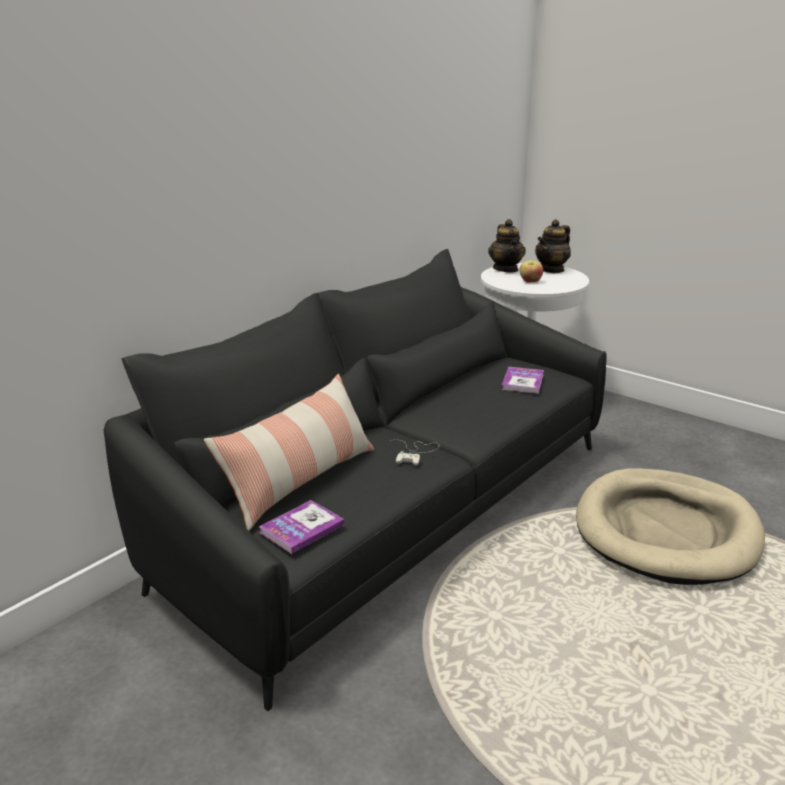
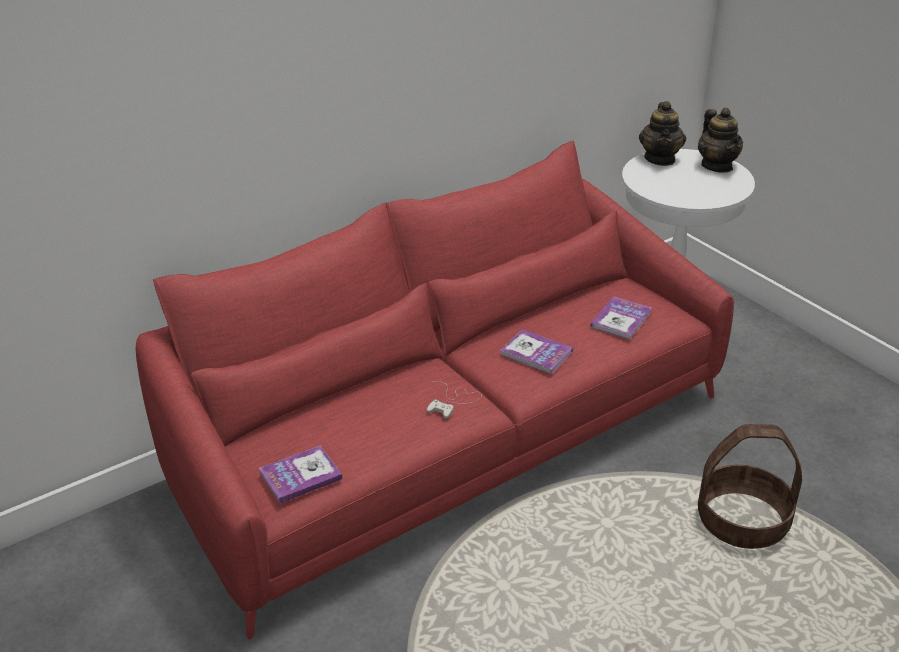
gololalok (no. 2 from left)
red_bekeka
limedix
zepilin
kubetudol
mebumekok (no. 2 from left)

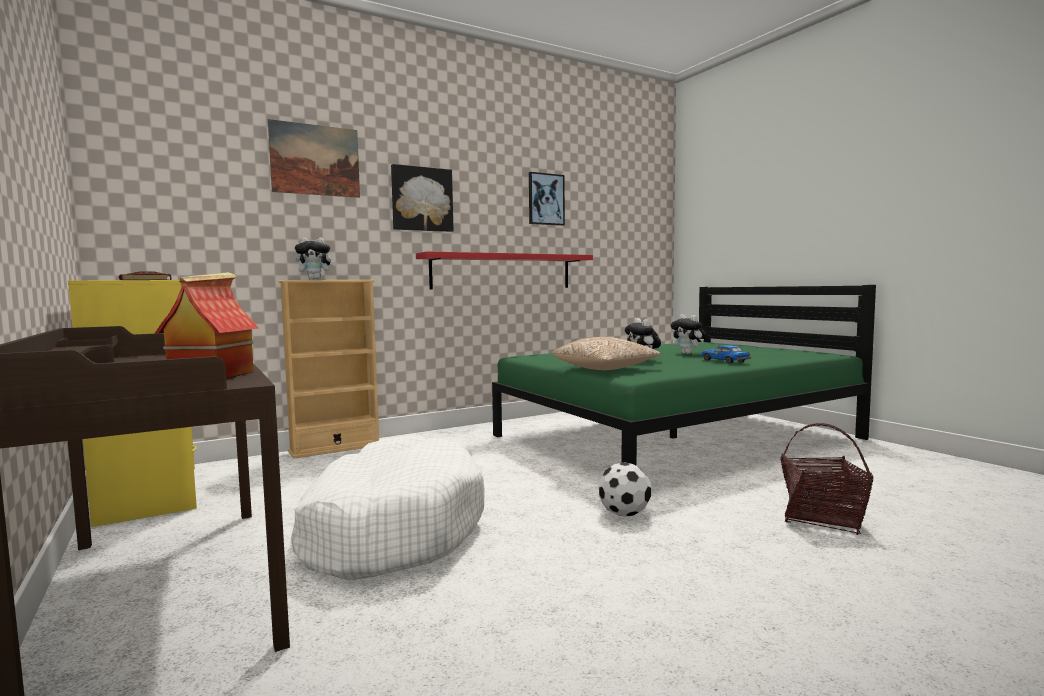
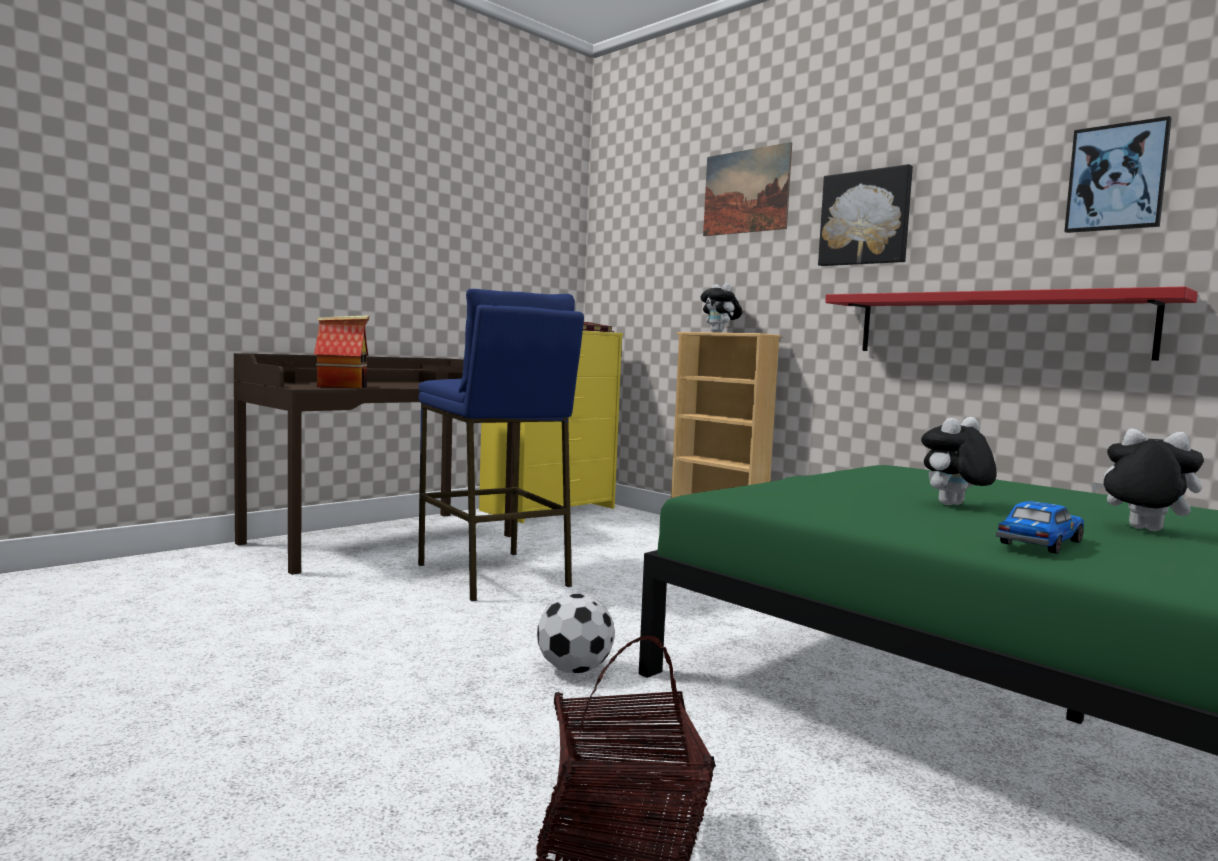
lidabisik (no. 3 from left)
zepilin
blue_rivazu

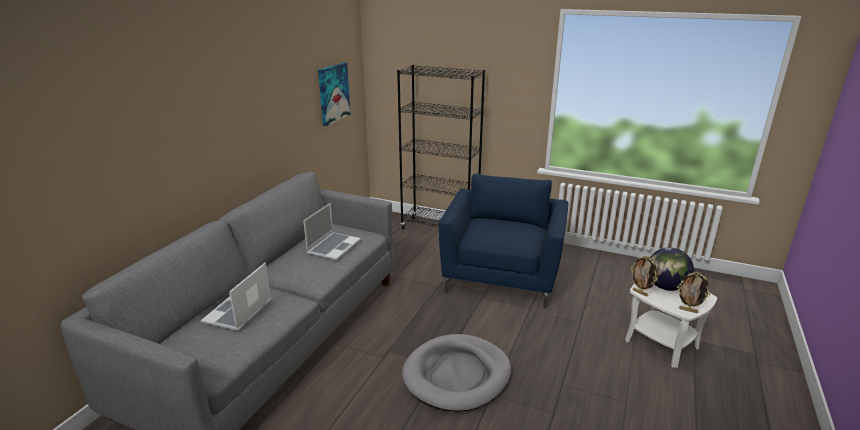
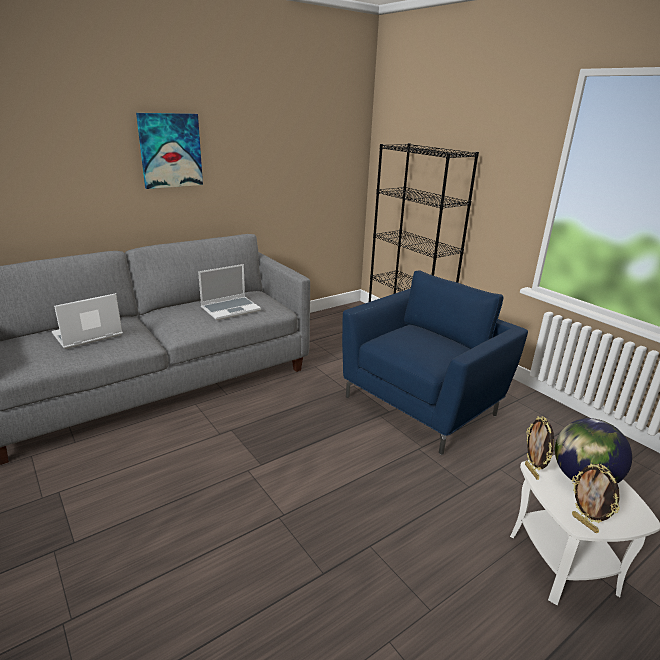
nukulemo
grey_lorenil

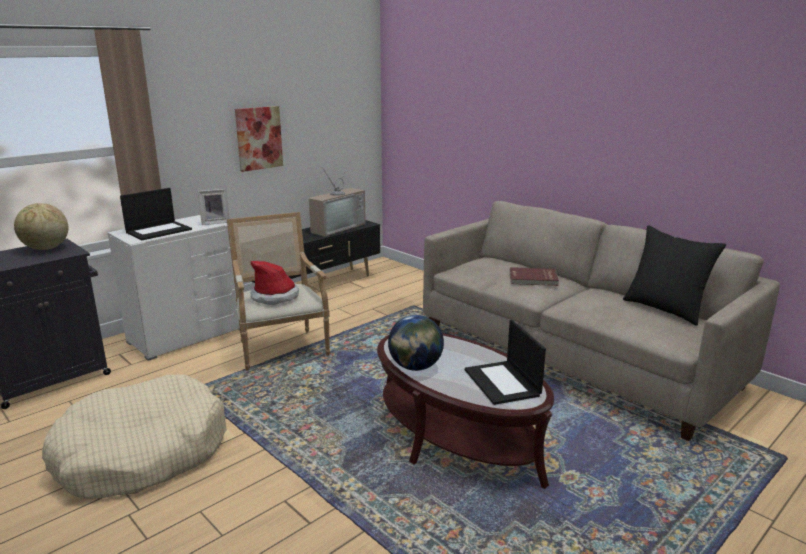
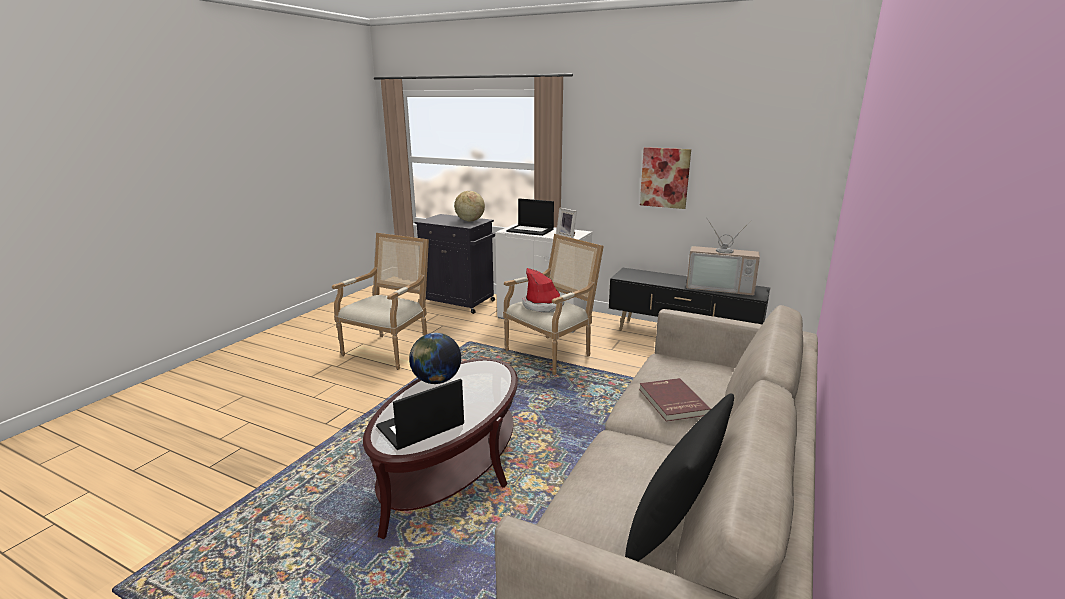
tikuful (no. 1 from left)

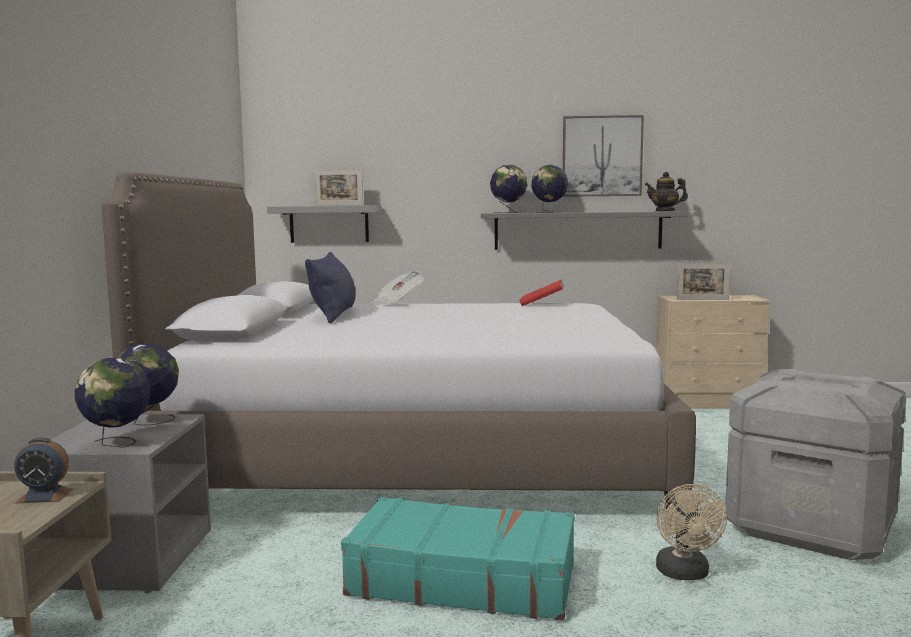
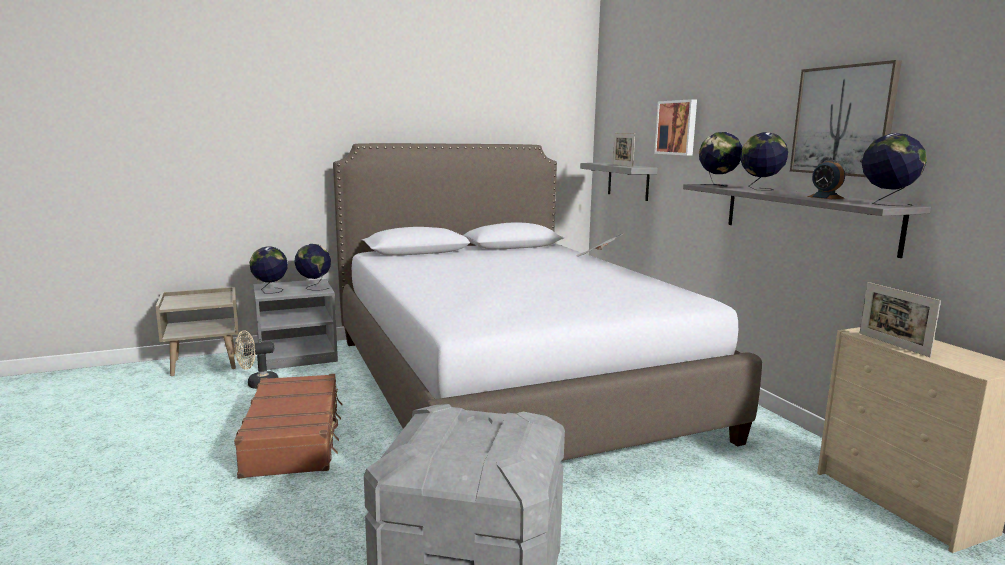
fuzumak (no. 5 from left)
blue_zepilin
red_mebumekok
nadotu
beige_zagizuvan
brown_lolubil
nukulemo (no. 1 from left)

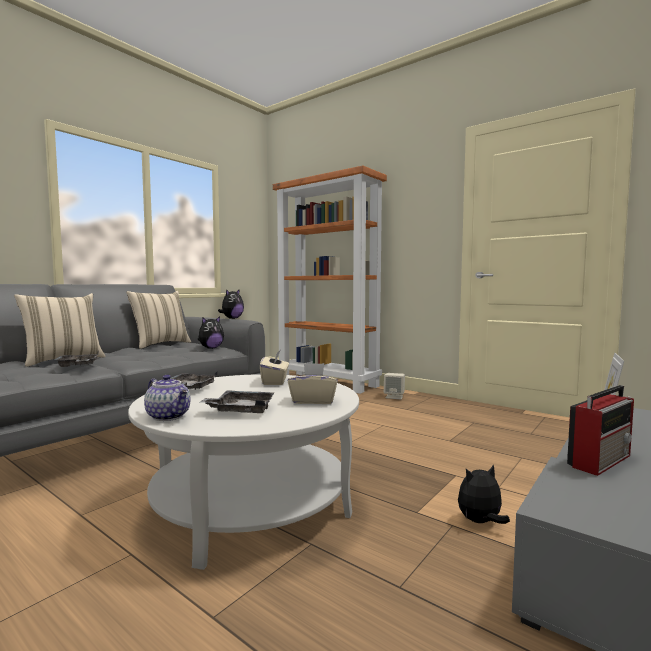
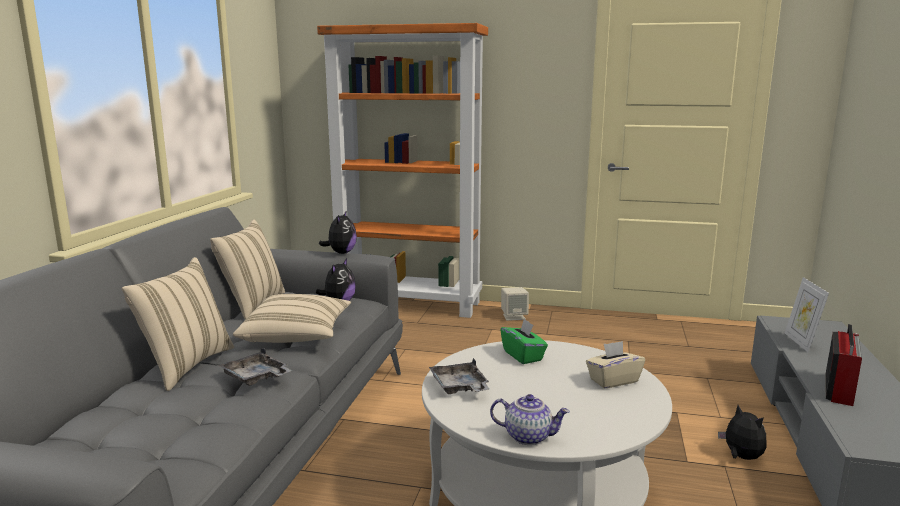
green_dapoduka
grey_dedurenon (no. 3 from left in the first image)
lidabisik (no. 3 from left)
beige_zepilin (no. 3 from left)

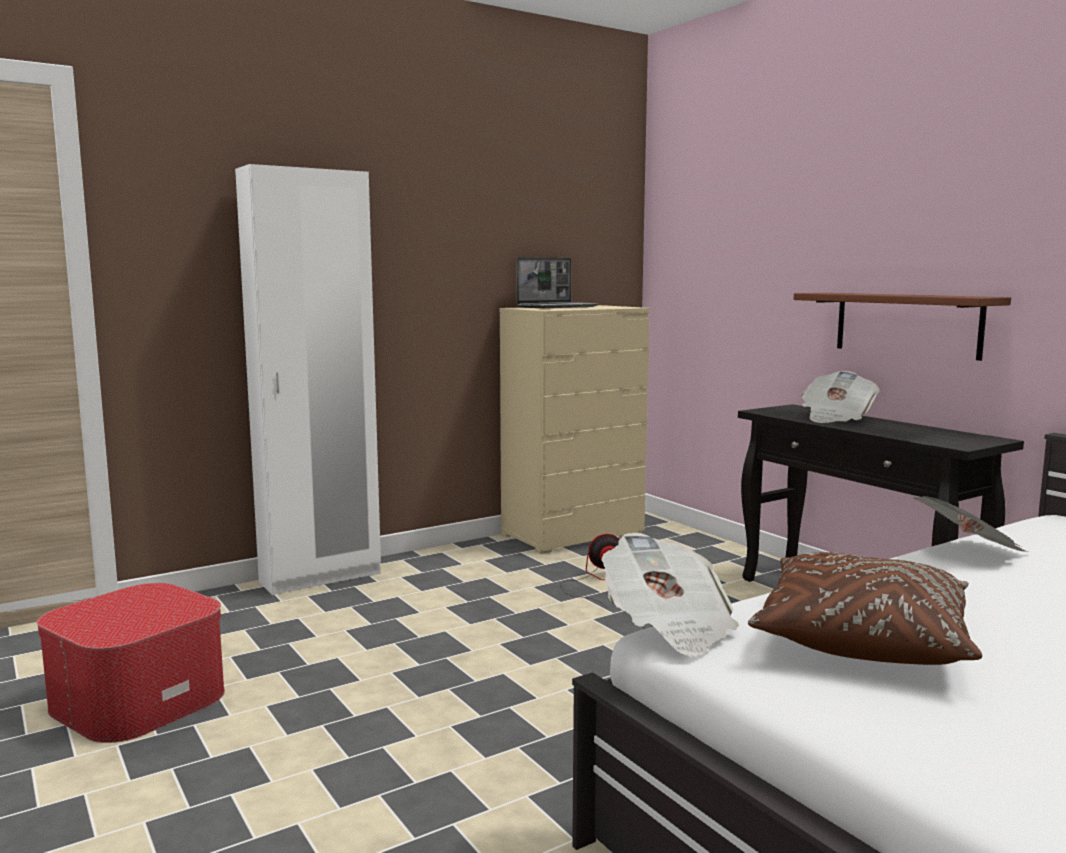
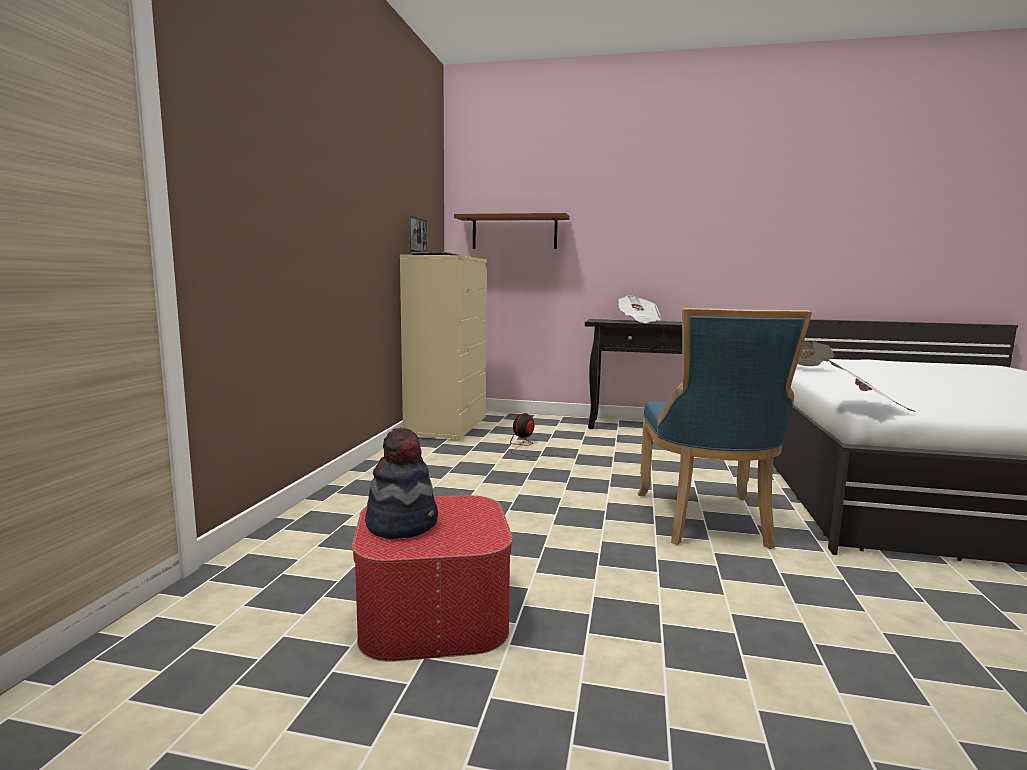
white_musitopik
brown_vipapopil
brown_zepilin
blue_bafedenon
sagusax

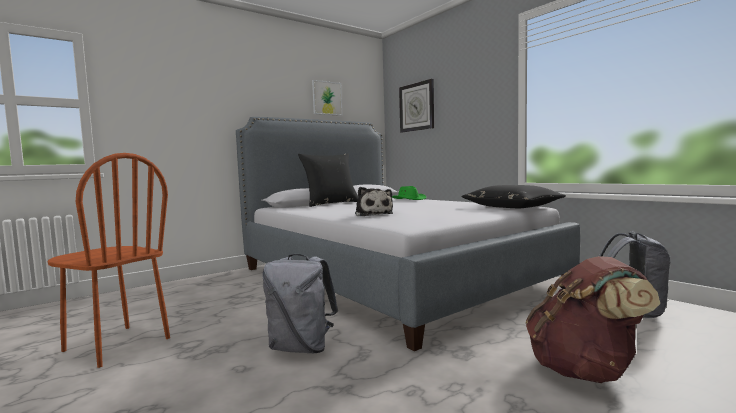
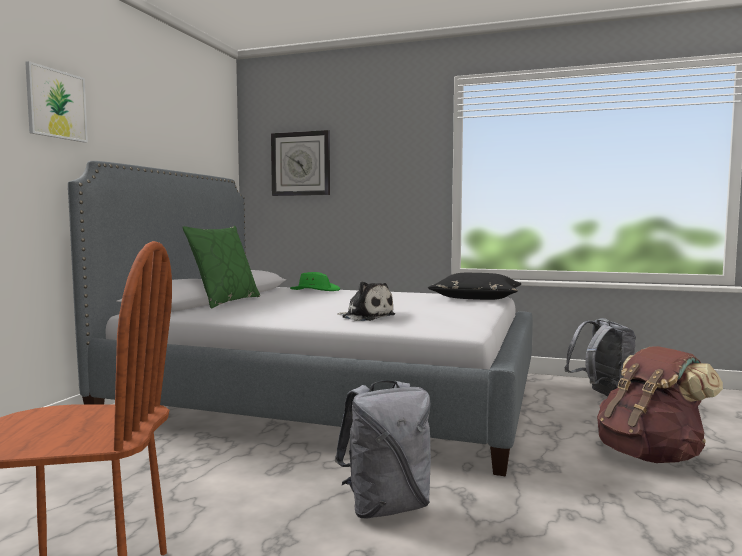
nukulemo
green_zepilin

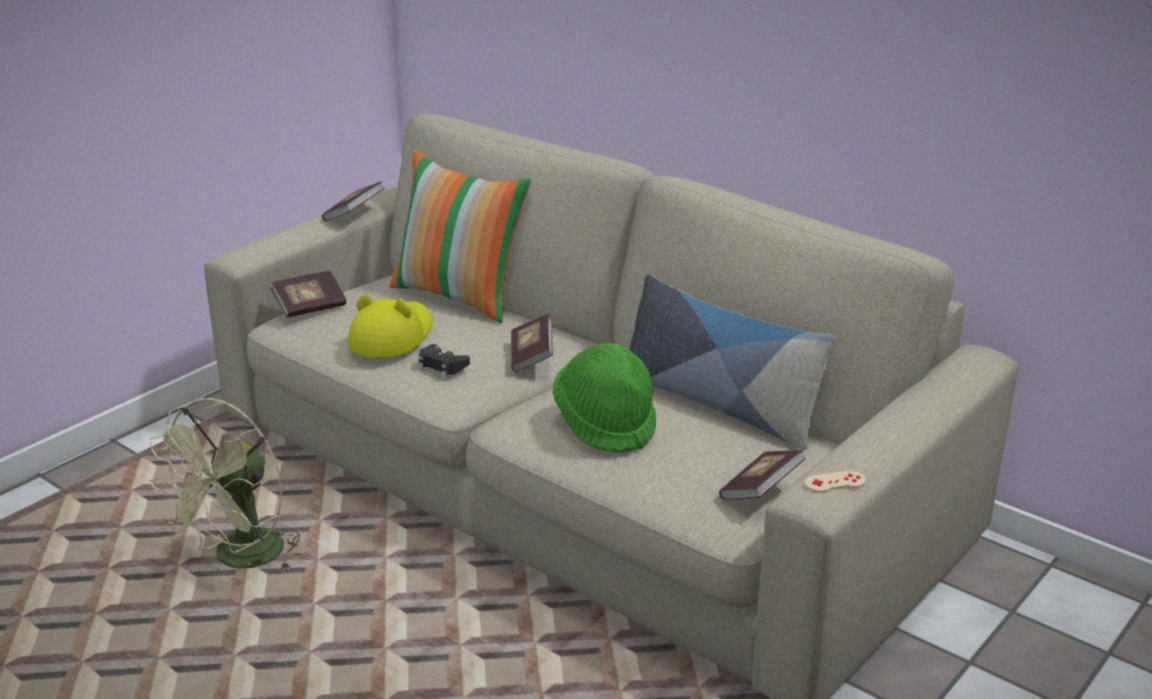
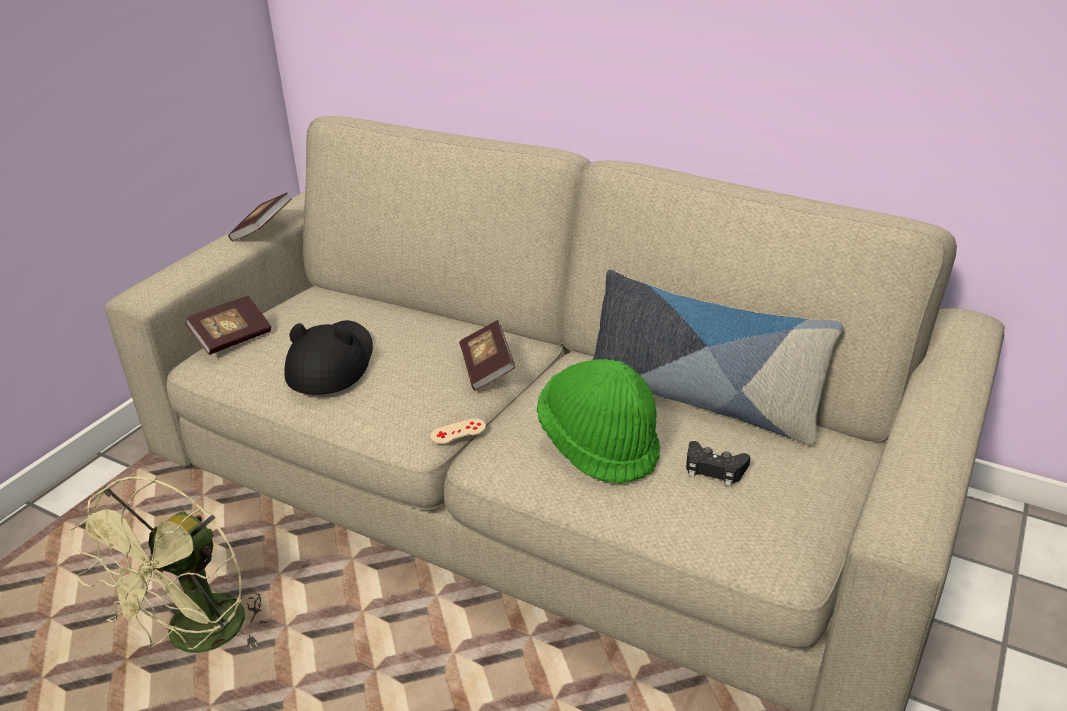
zepilin (no. 1 from left in the first image)
black_sagusax
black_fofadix
mebumekok (no. 4 from left in the first image)
beige_fofadix

